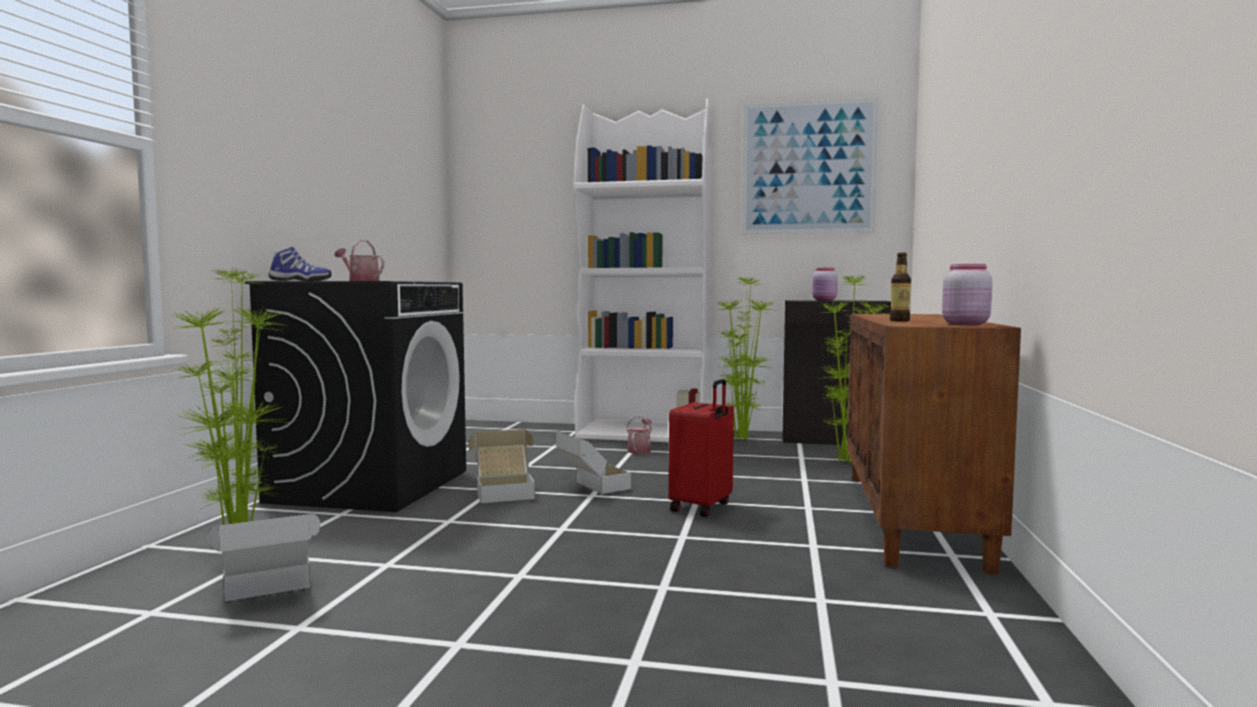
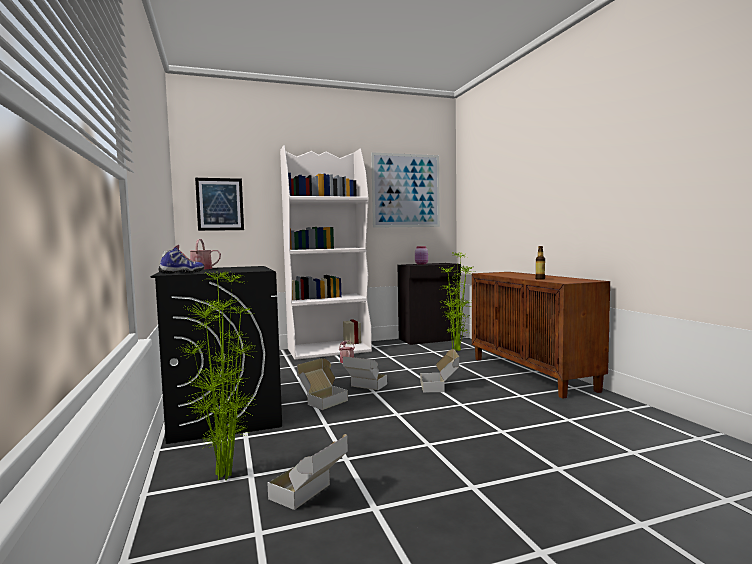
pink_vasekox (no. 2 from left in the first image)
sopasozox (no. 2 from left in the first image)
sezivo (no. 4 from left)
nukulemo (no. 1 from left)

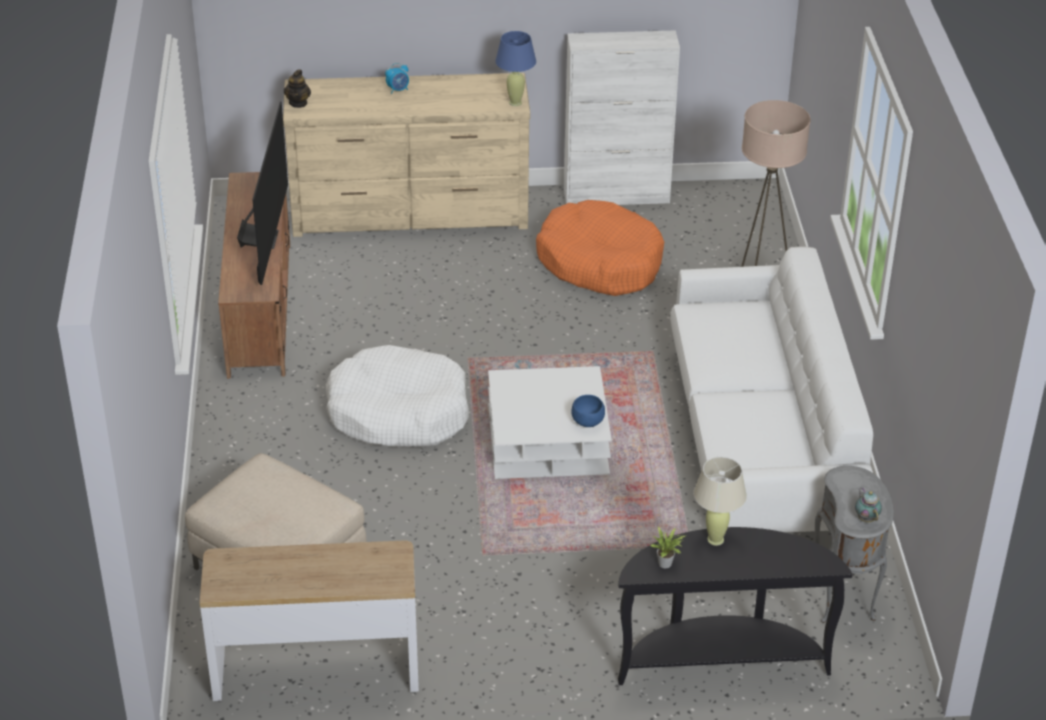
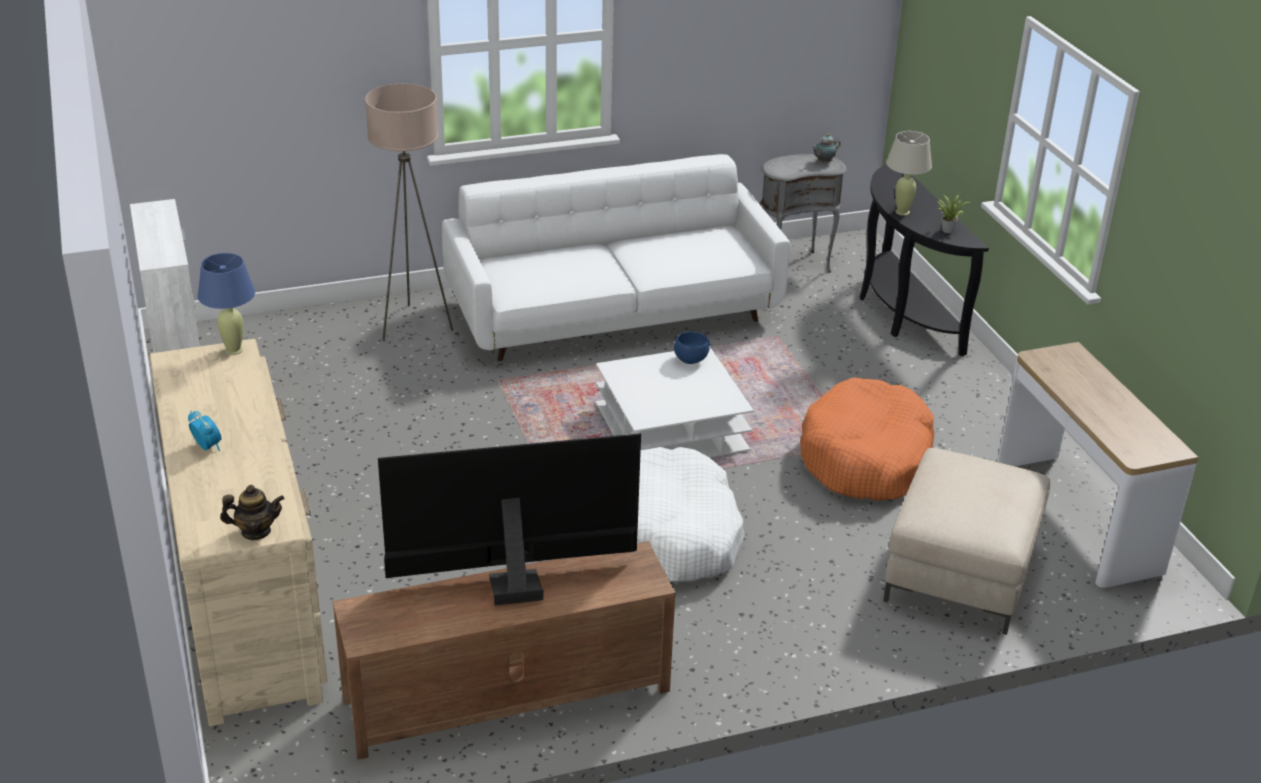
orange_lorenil

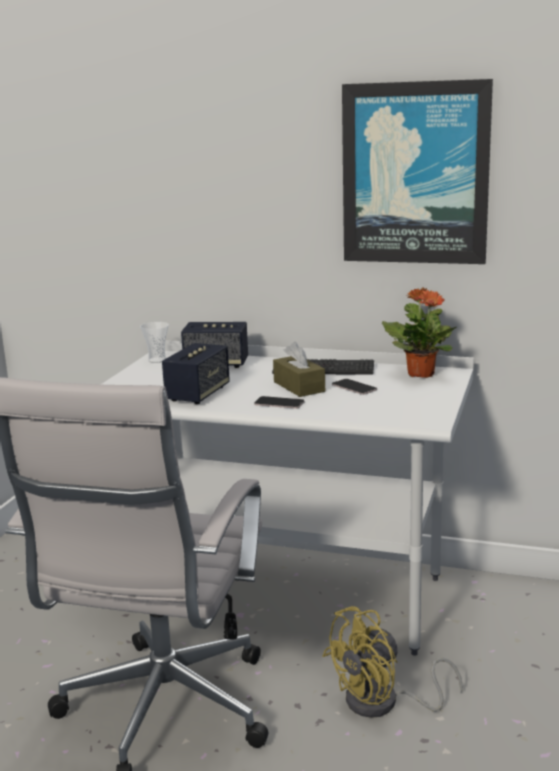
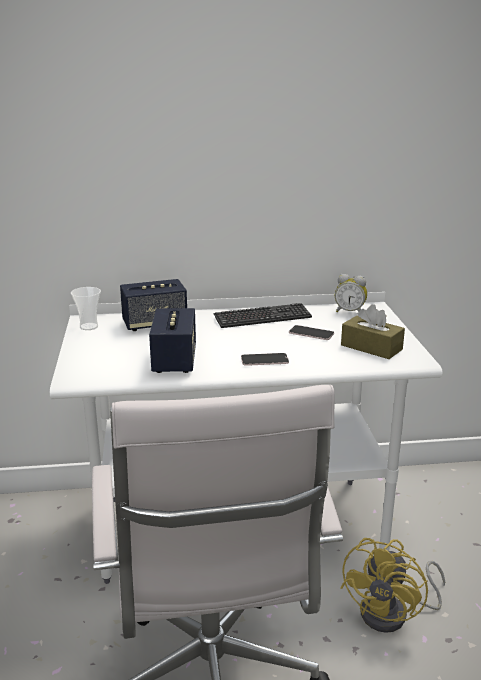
nukulemo
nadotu
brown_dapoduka

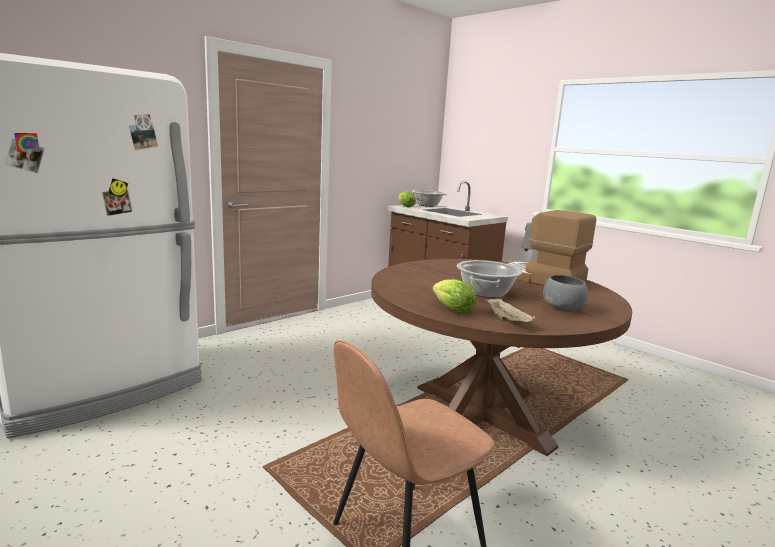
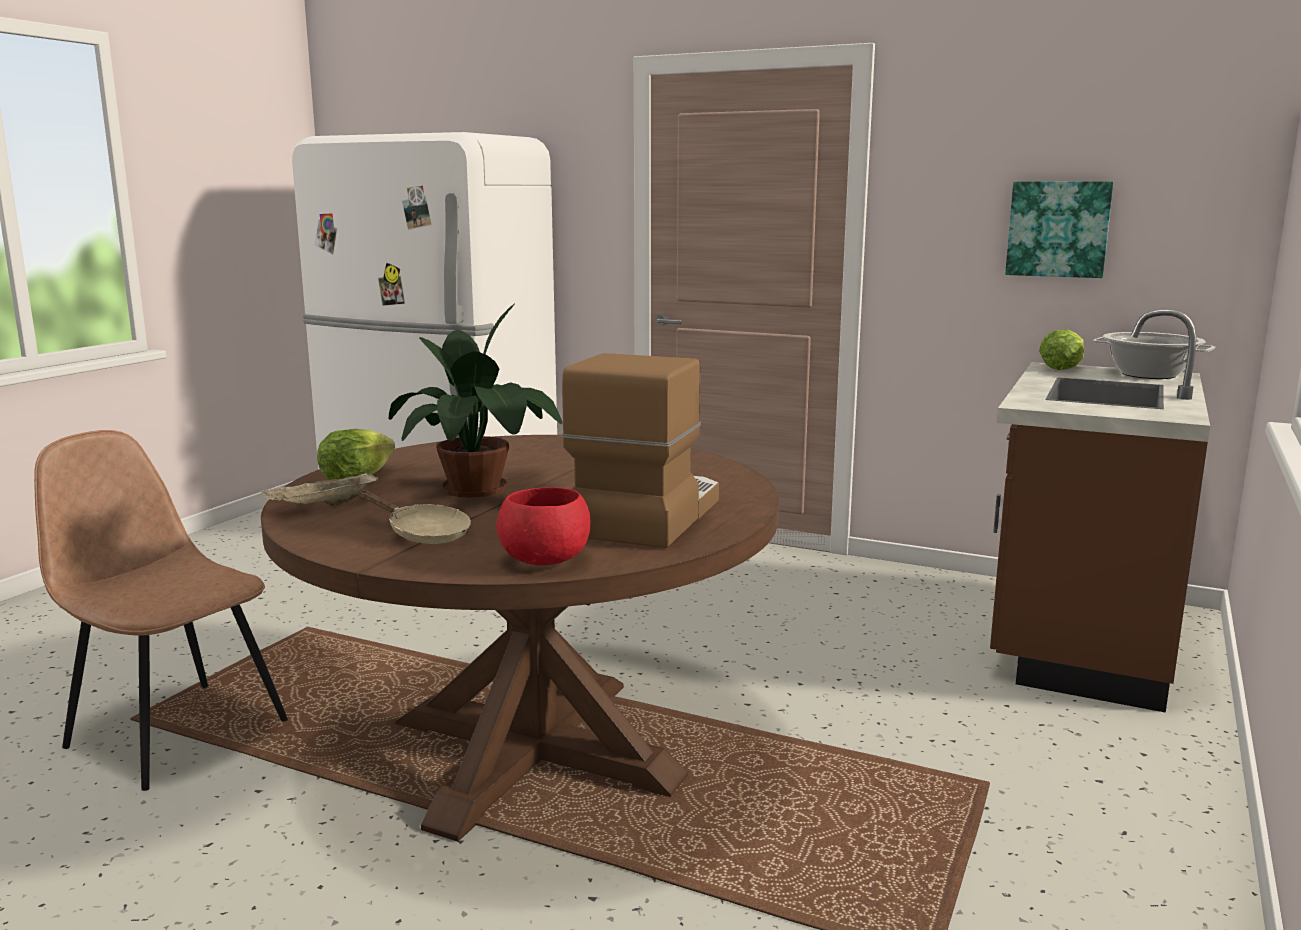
sopasozox
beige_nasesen
nukulemo
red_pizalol

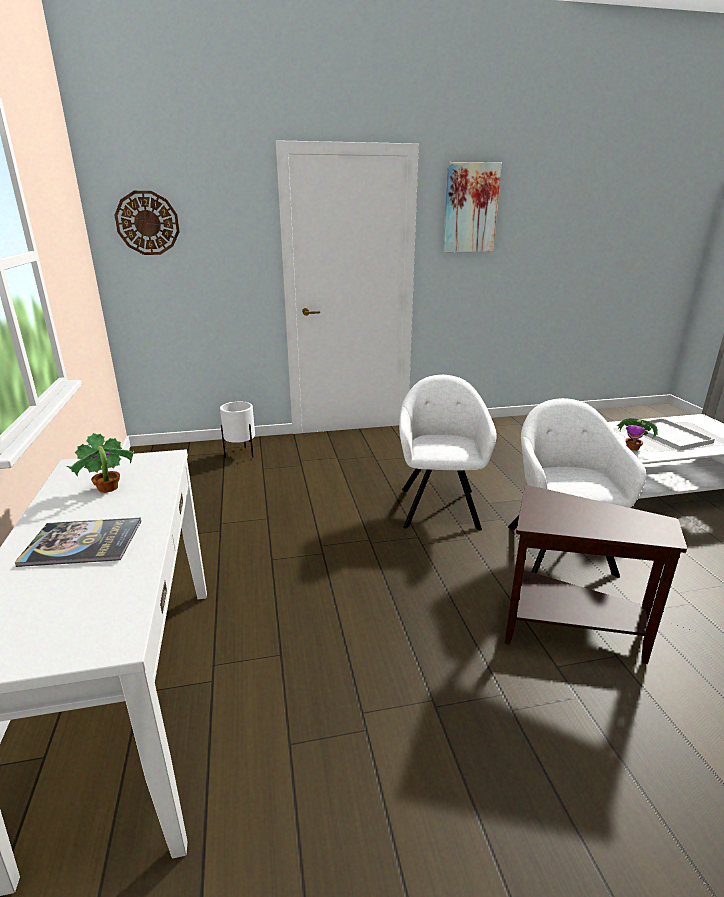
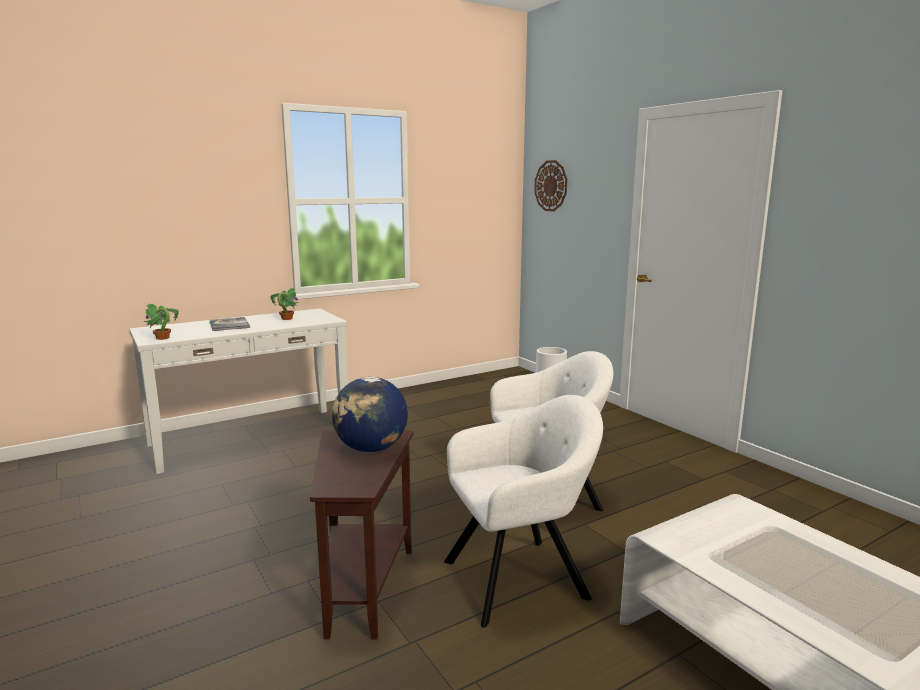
nukulemo
sopasozox (no. 1 from left)
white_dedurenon
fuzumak

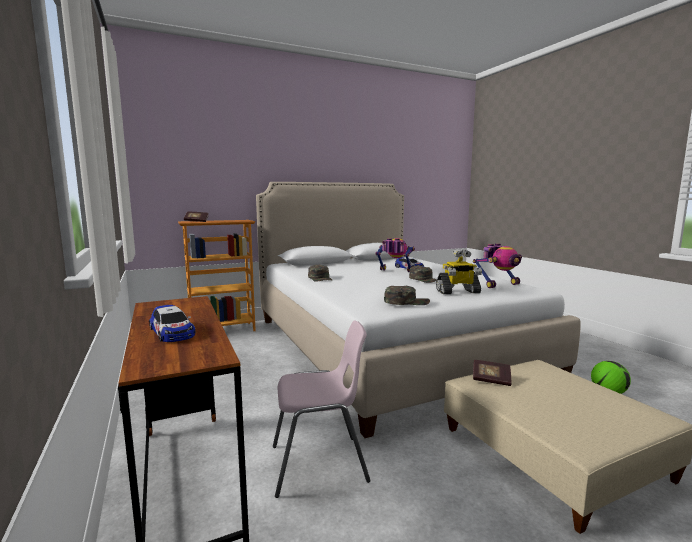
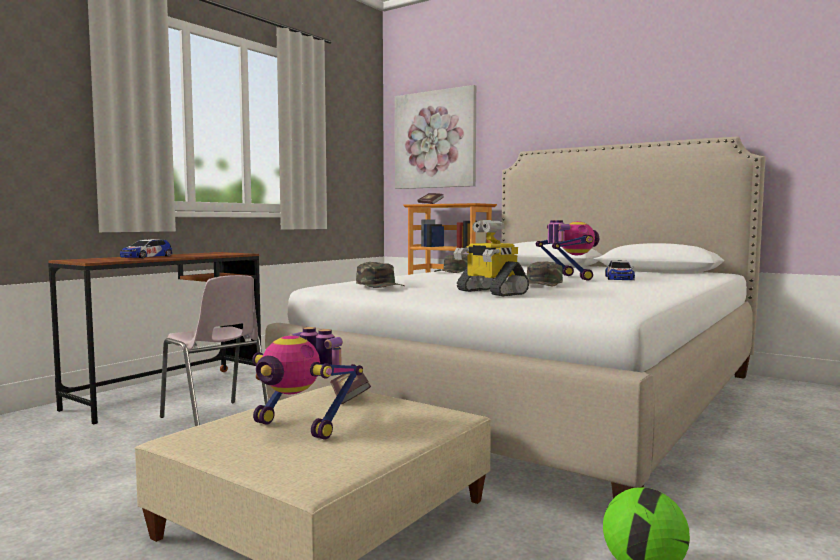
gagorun (no. 1 from left)
nukulemo

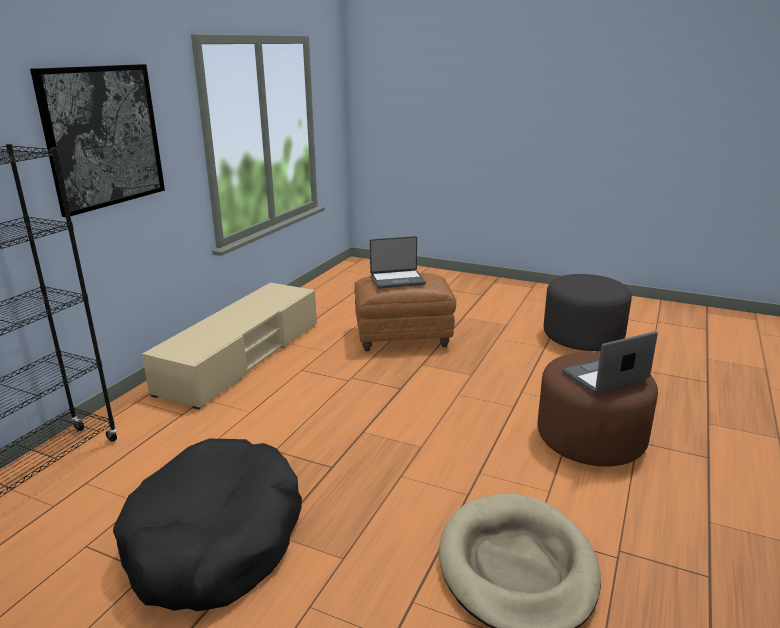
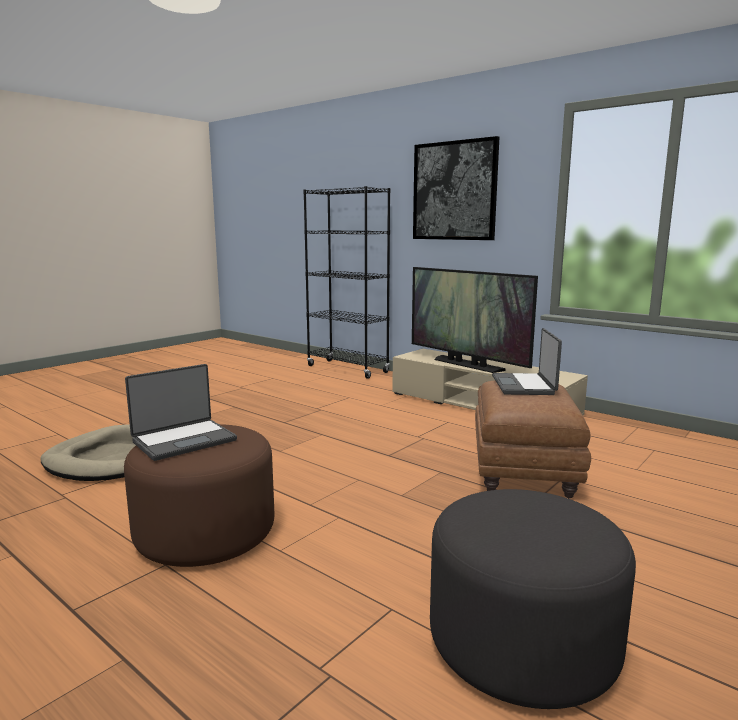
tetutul (no. 1 from left)
black_lorenil
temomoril

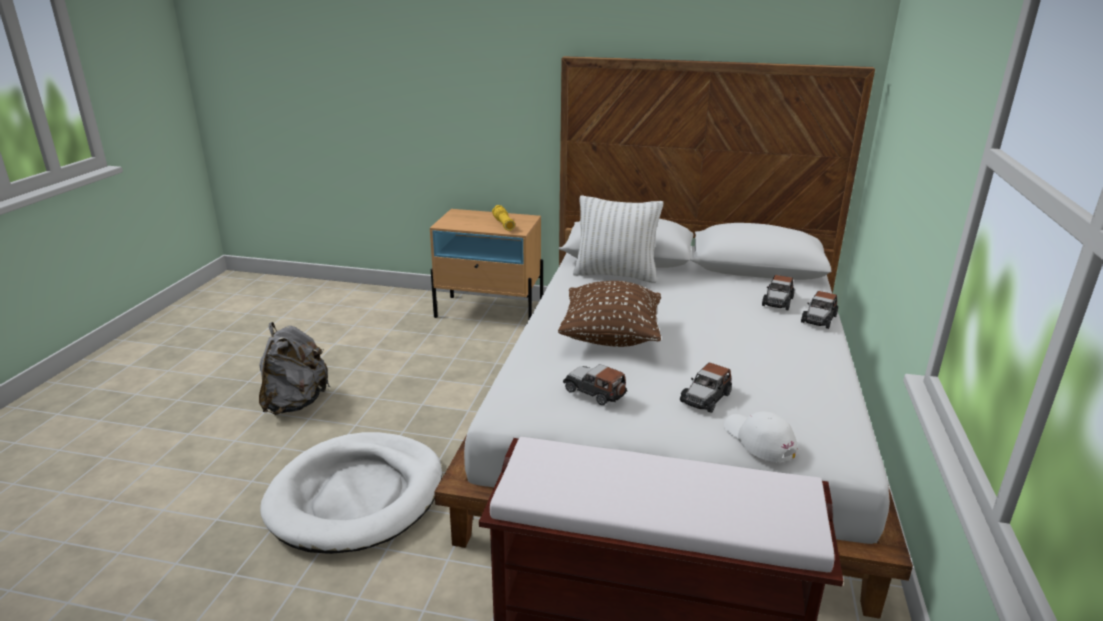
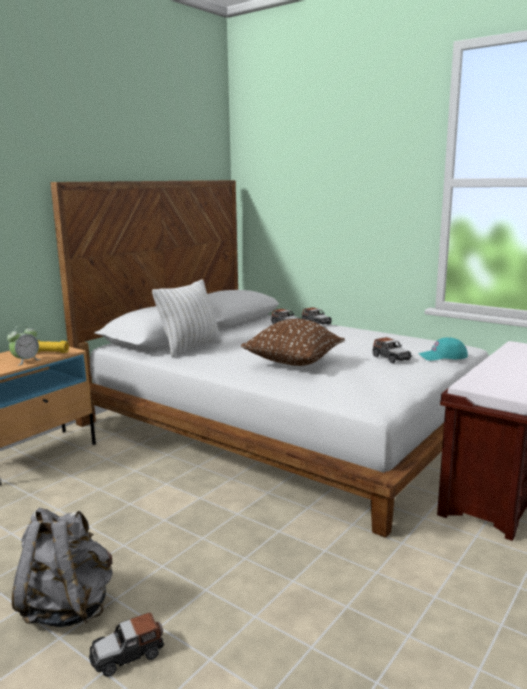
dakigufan (no. 1 from left)
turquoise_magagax
white_lorenil
nadotu

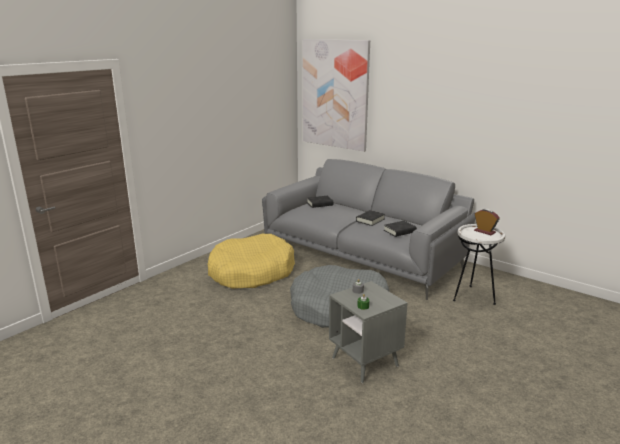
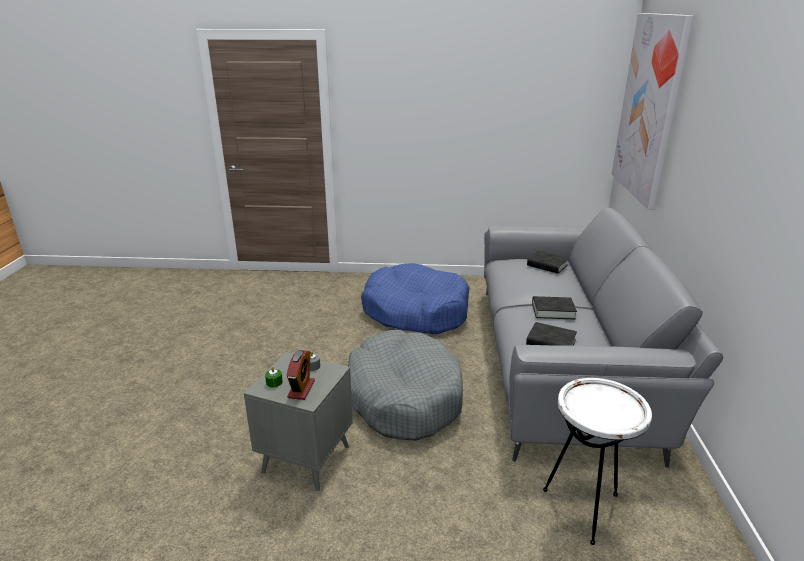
nadotu
blue_lorenil

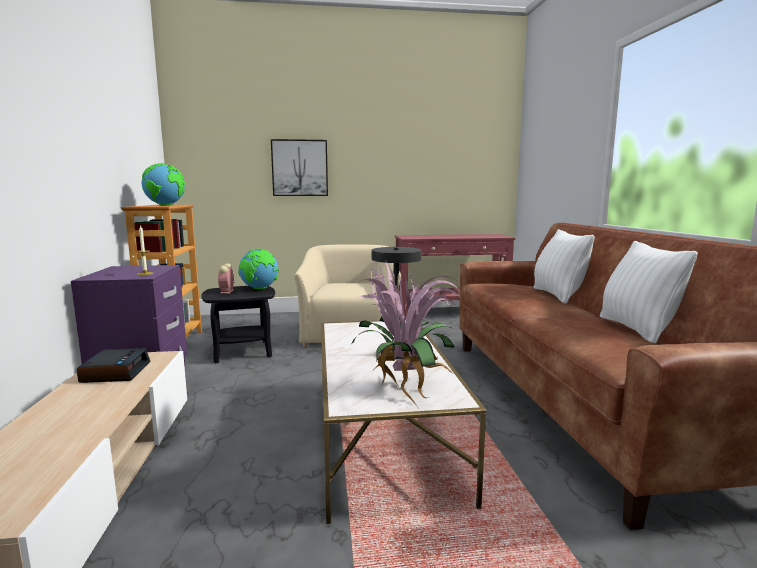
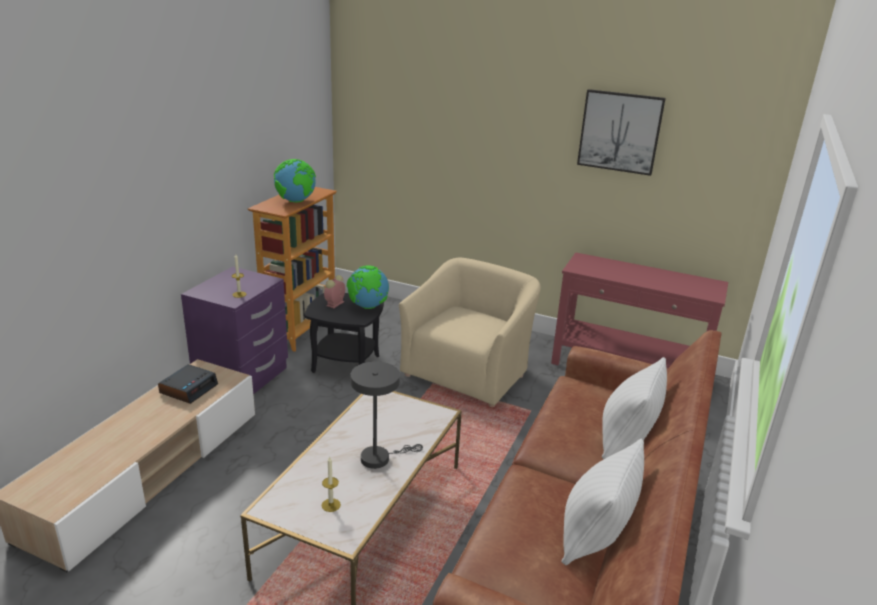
nukulemo
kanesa (no. 2 from left)

